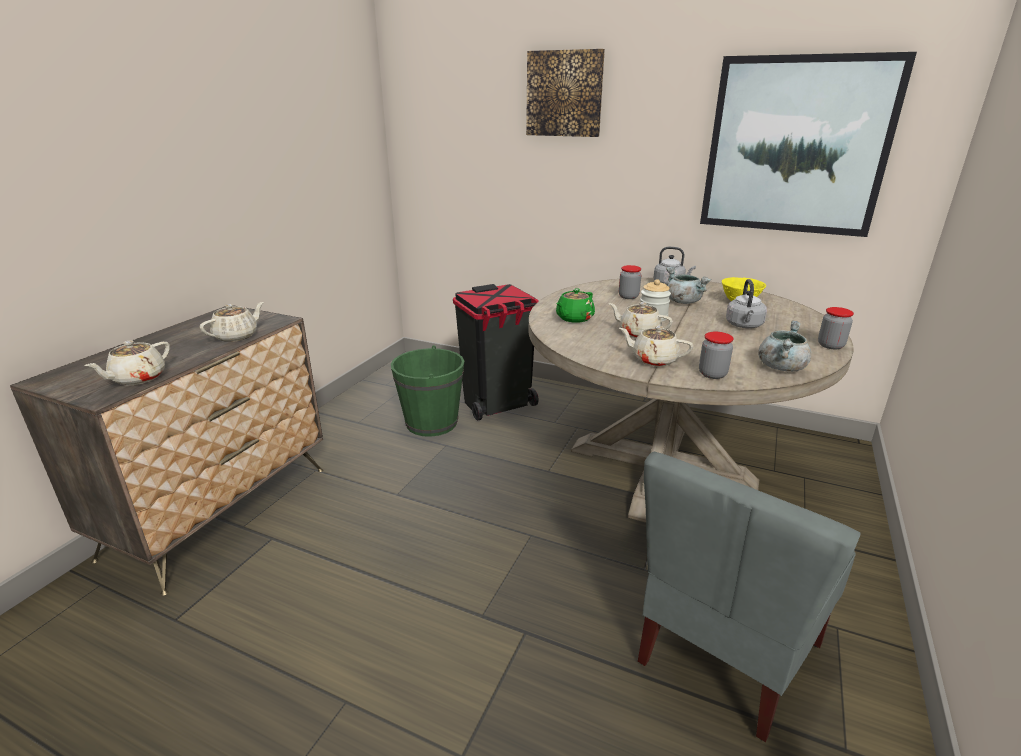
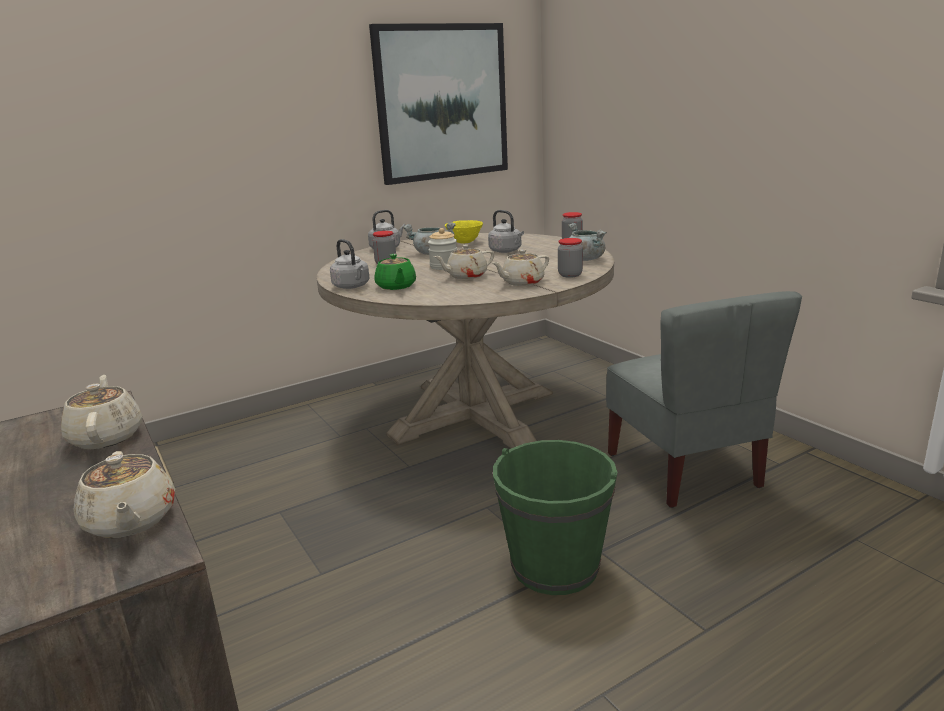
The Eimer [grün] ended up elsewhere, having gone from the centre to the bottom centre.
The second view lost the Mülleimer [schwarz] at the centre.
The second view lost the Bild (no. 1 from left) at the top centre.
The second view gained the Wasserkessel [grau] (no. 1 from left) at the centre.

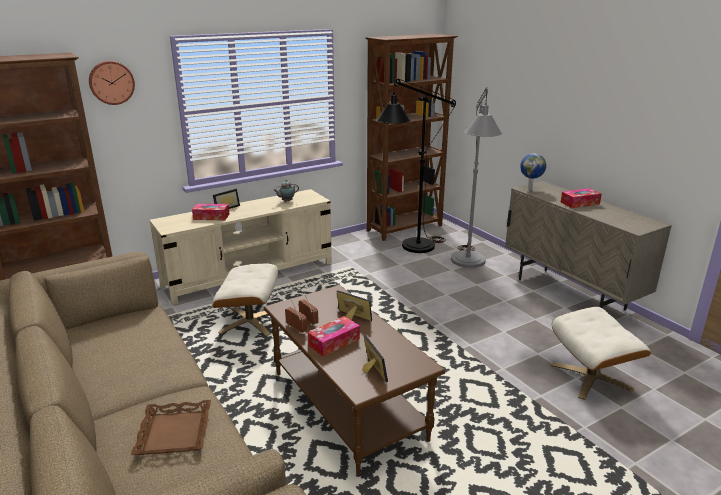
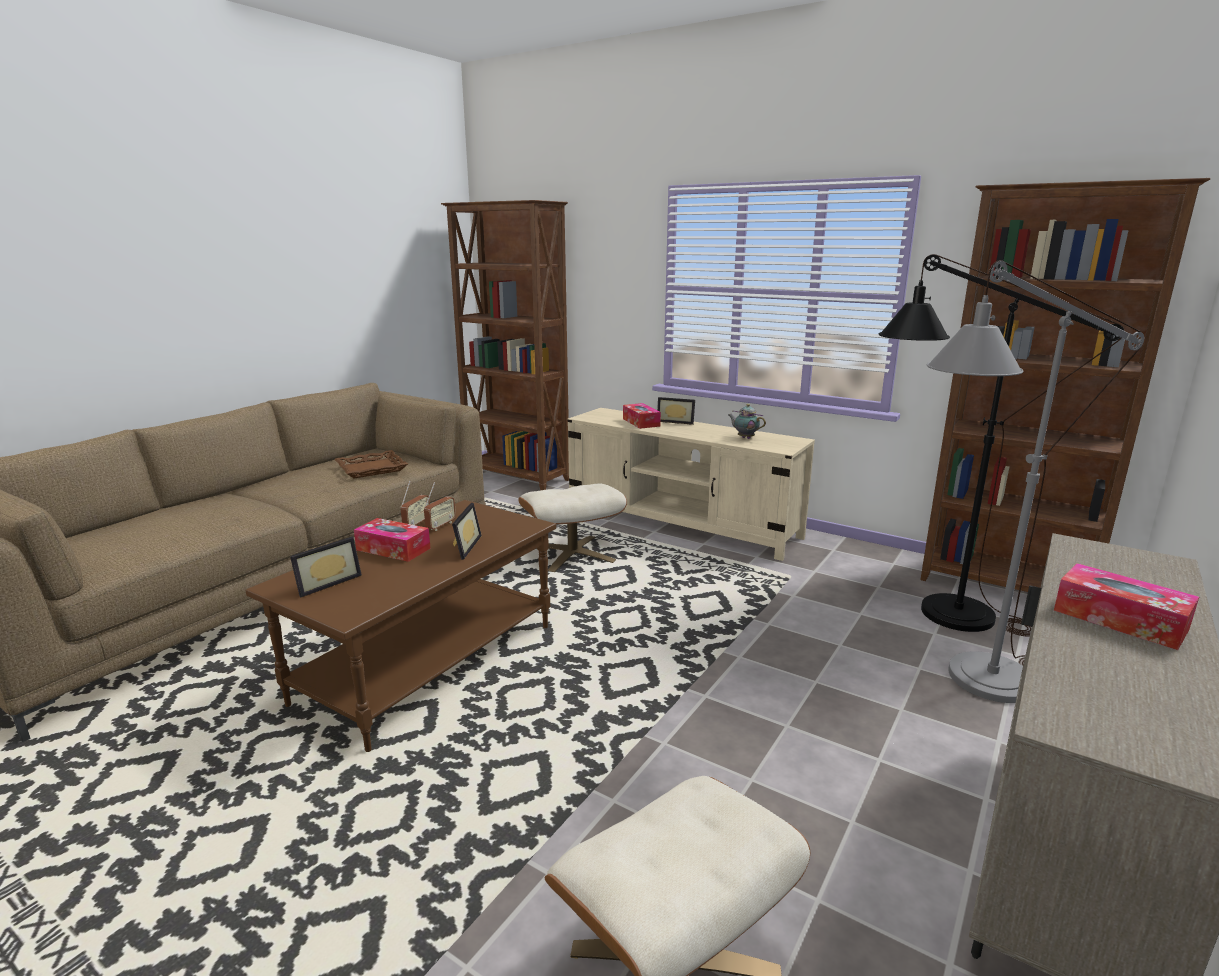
The second view lost the Wanduhr at the top left.
The Tablett [braun] ended up elsewhere, having gone from the bottom left to the middle left.
The second view lost the Globus at the middle right.

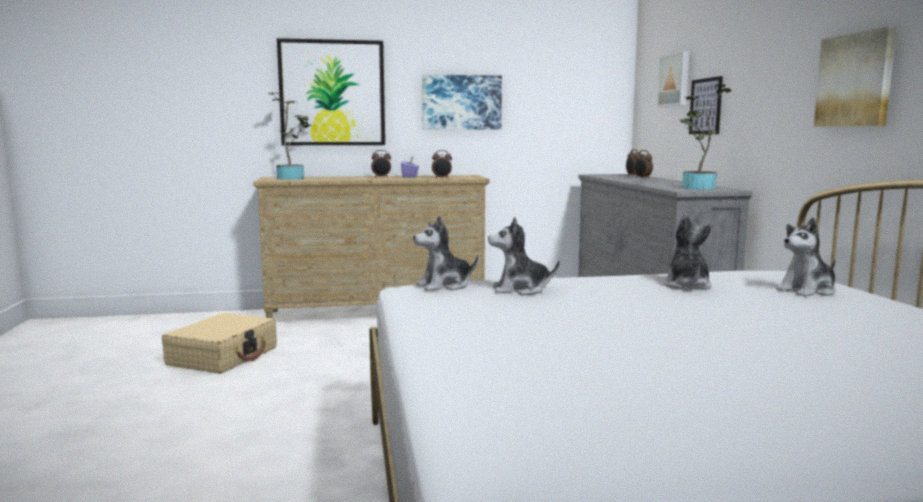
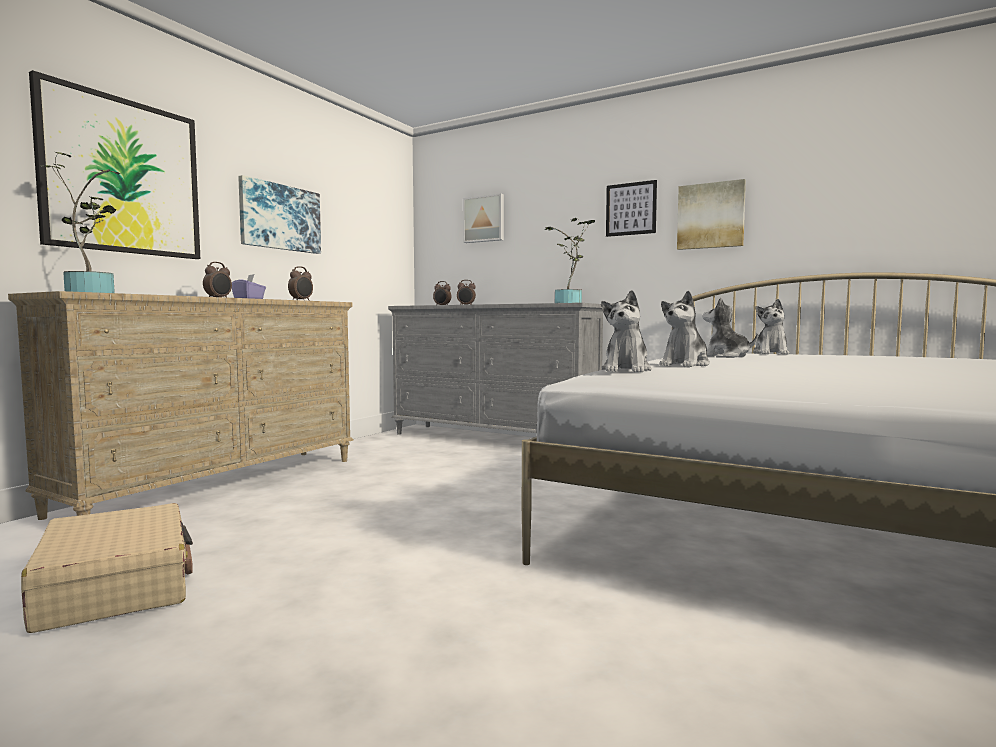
The Bild (no. 4 from left) ended up elsewhere, having gone from the top right to the top centre.

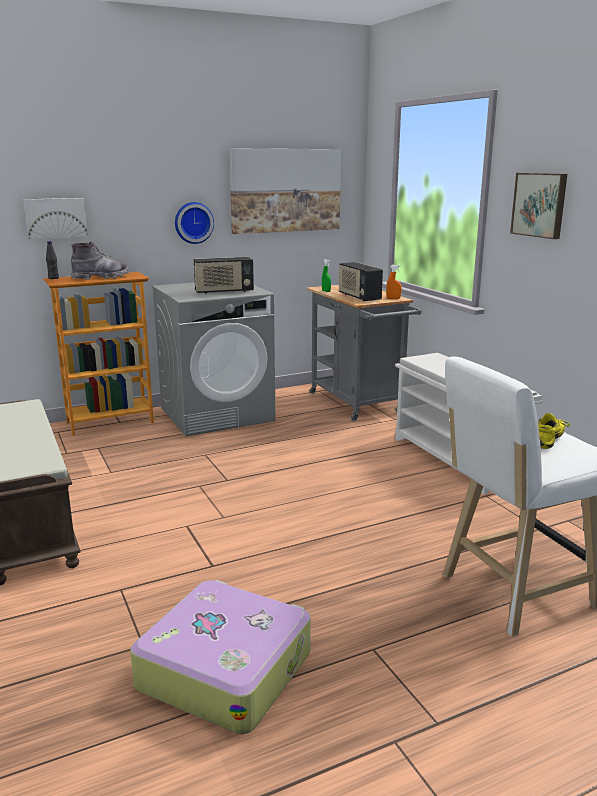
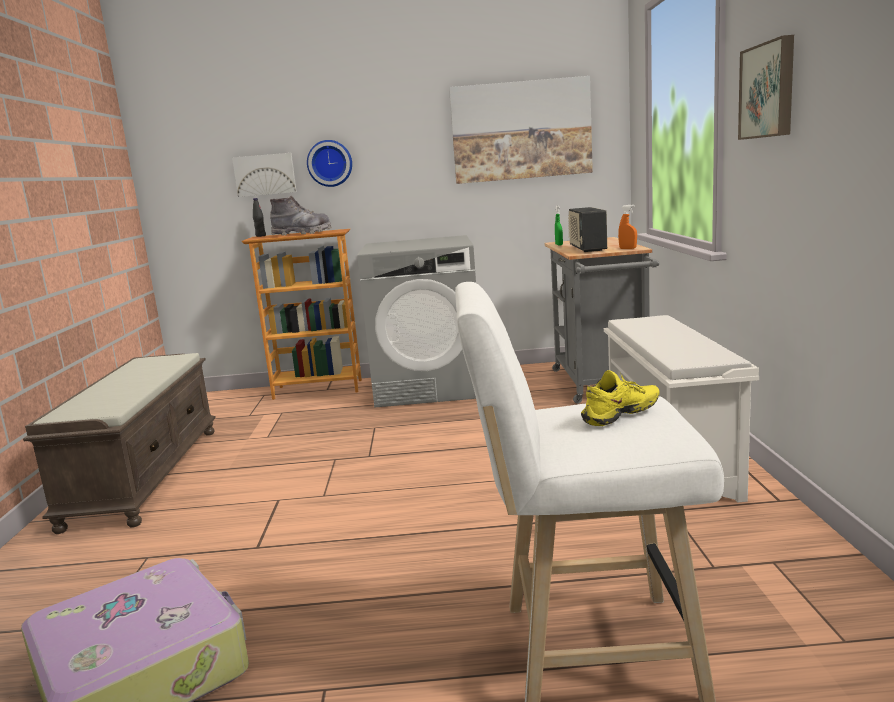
The Wanduhr ended up elsewhere, having gone from the top left to the top centre.
The second view lost the Radio (no. 1 from left) at the centre.

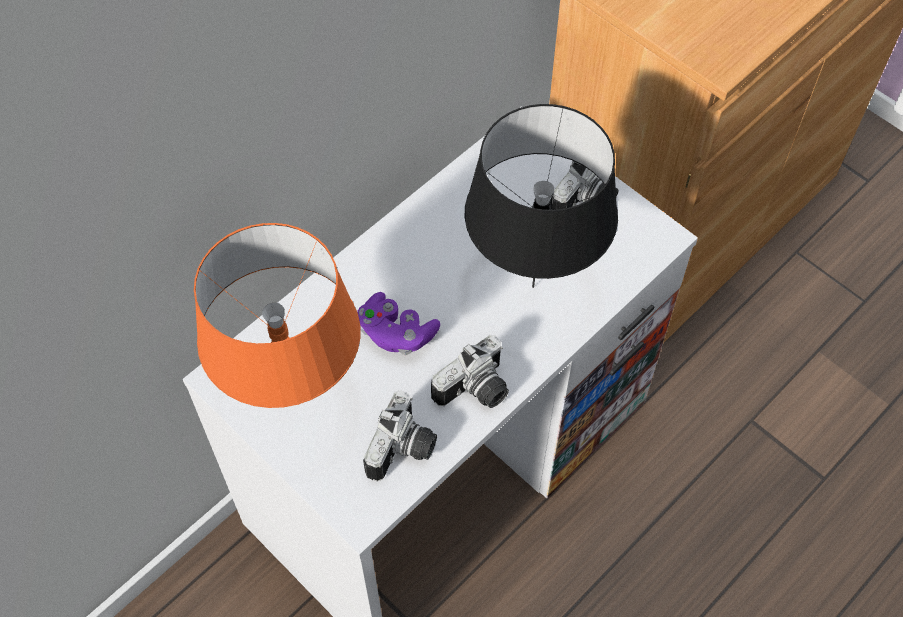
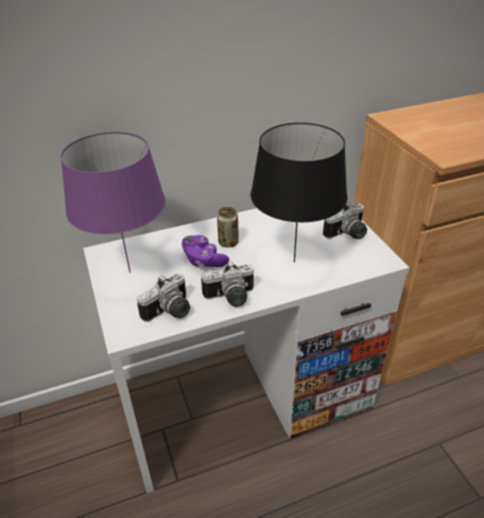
What was the Tischlampe [orange] at the middle left turned into the Tischlampe [lila] at the middle left.
The second view gained the Dose at the centre.

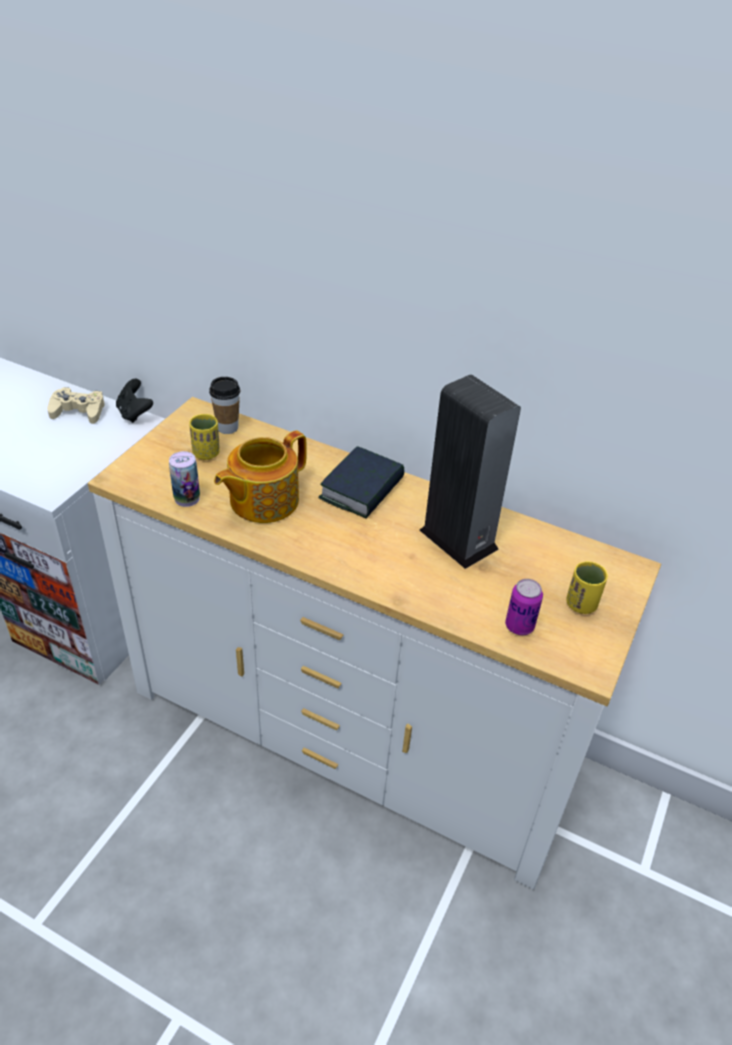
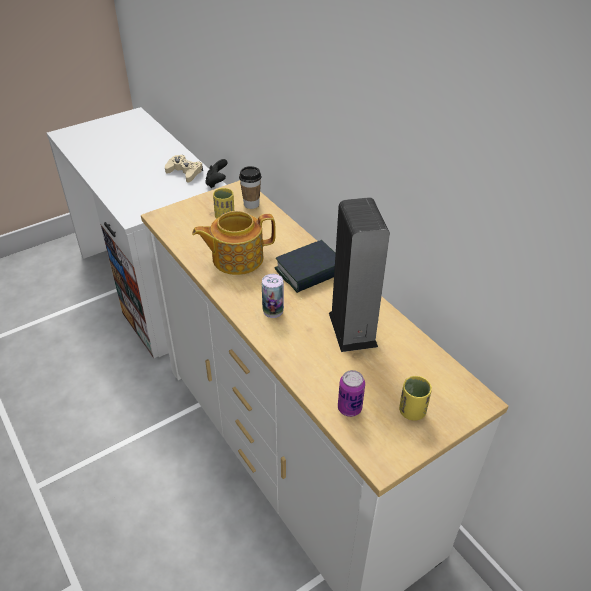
The Dose (no. 1 from left) ended up elsewhere, having gone from the middle left to the centre.

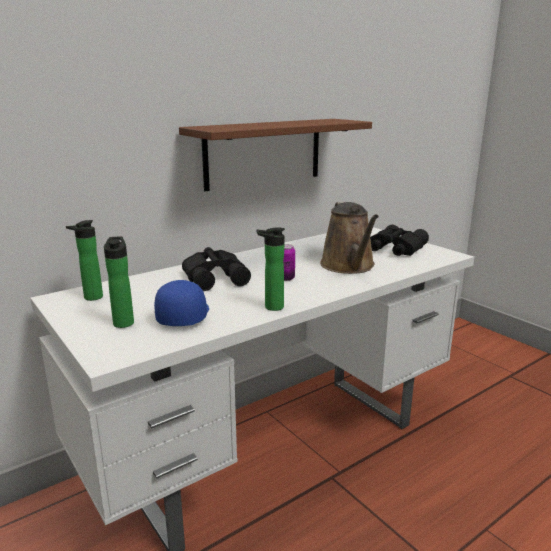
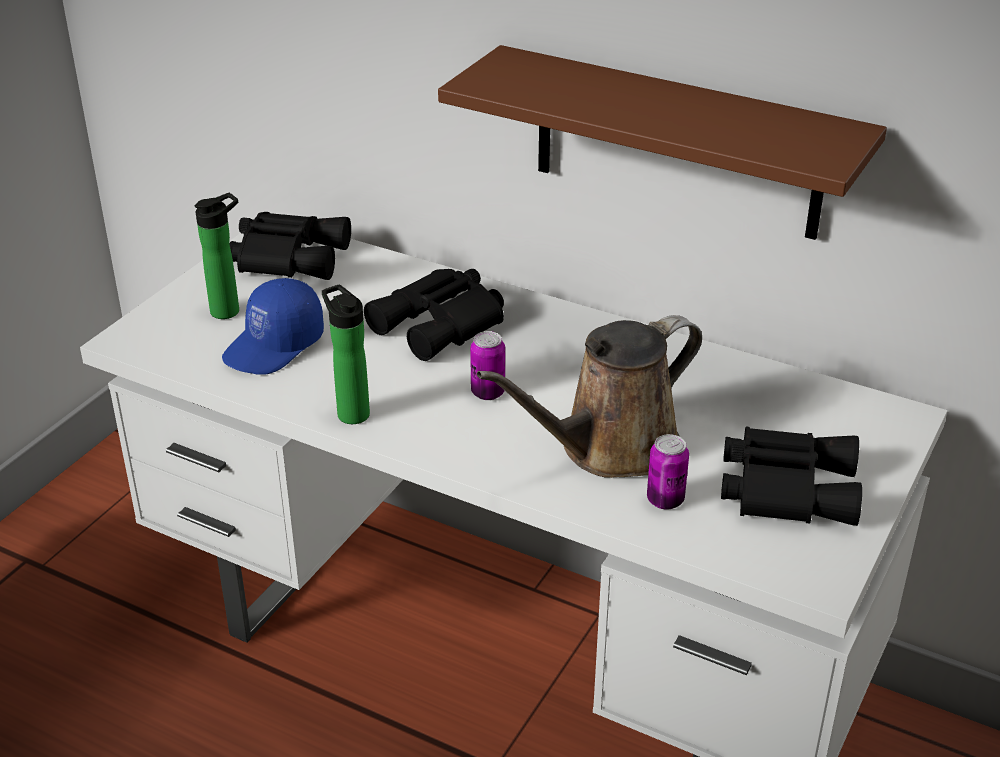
Where the Flasche (no. 1 from left) stood at the middle left, the Fernglas [schwarz] (no. 1 from left) came to stand at the top left.
The Kappe [blau] at the middle left ended up facing another way, 150 degrees clockwise from before.
The second view gained the Dose (no. 2 from left) at the middle right.

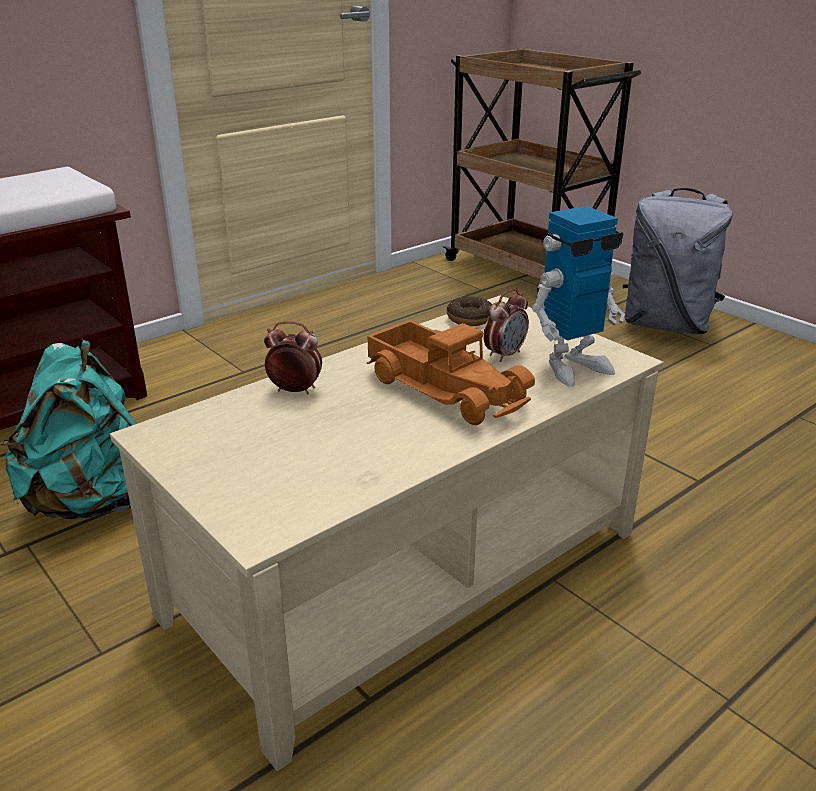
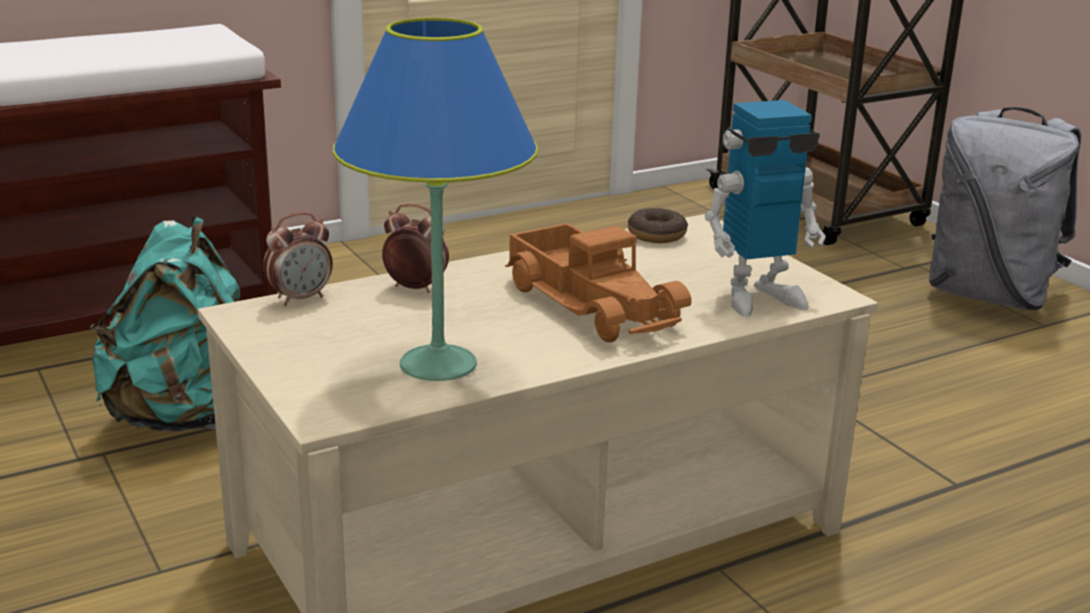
The Wecker (no. 2 from left in the first image) ended up elsewhere, having gone from the centre to the middle left.
The second view gained the Tischlampe [blau] at the top centre.

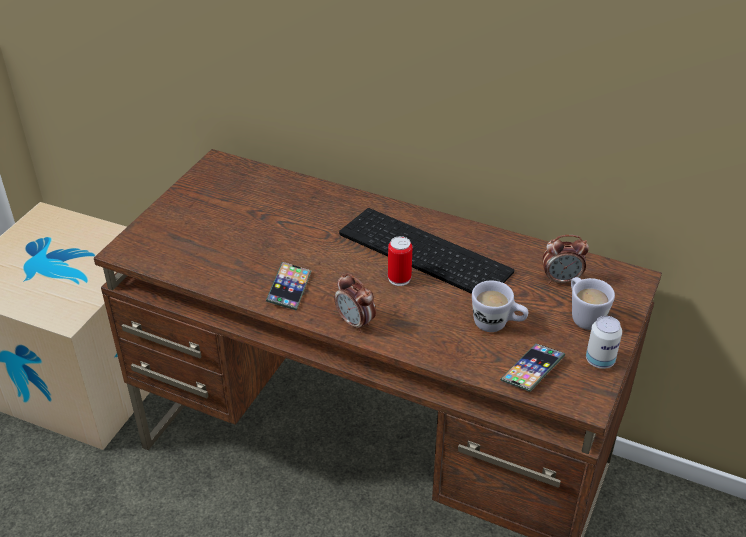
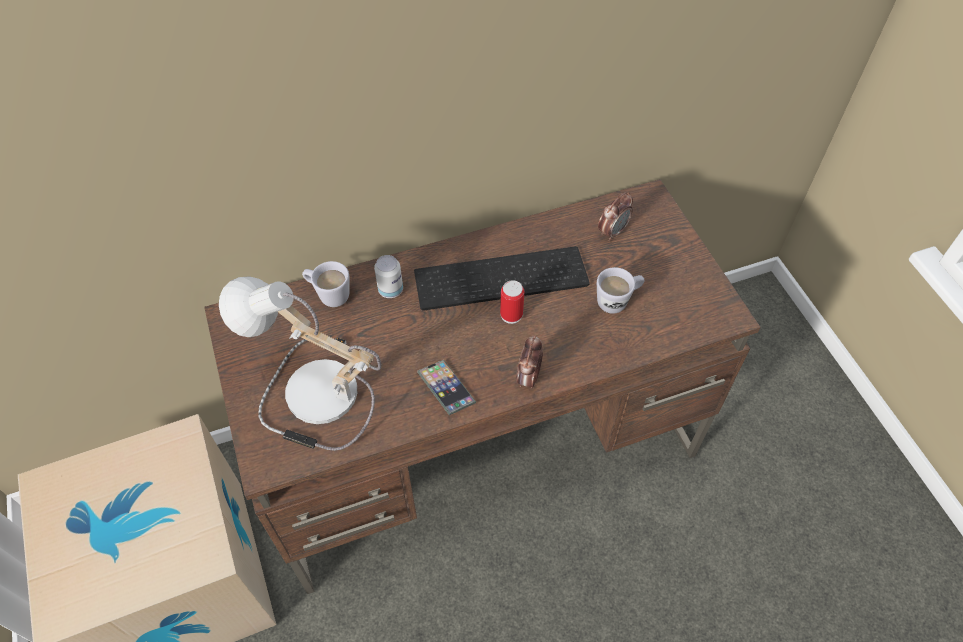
The Wecker (no. 1 from left) at the centre ended up facing another way, 105 degrees clockwise from before.
The second view lost the Handy (no. 2 from left) at the bottom right.
The Henkelbecher [weiß] (no. 2 from left in the first image) ended up elsewhere, having gone from the middle right to the centre.
The Dose (no. 2 from left in the first image) ended up elsewhere, having gone from the middle right to the centre.
The second view gained the Tischlampe at the middle left.

